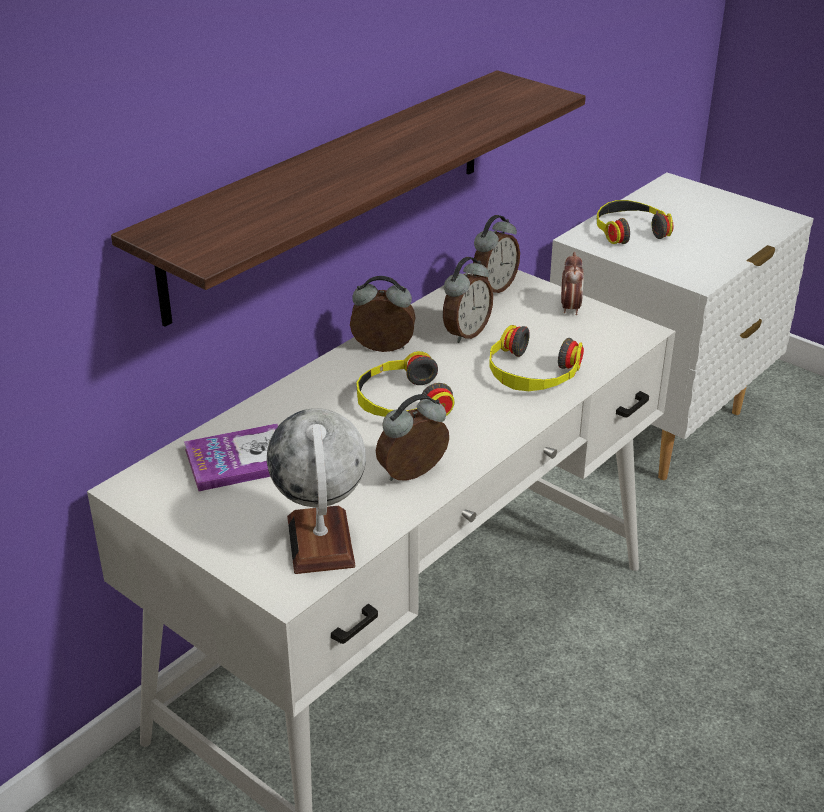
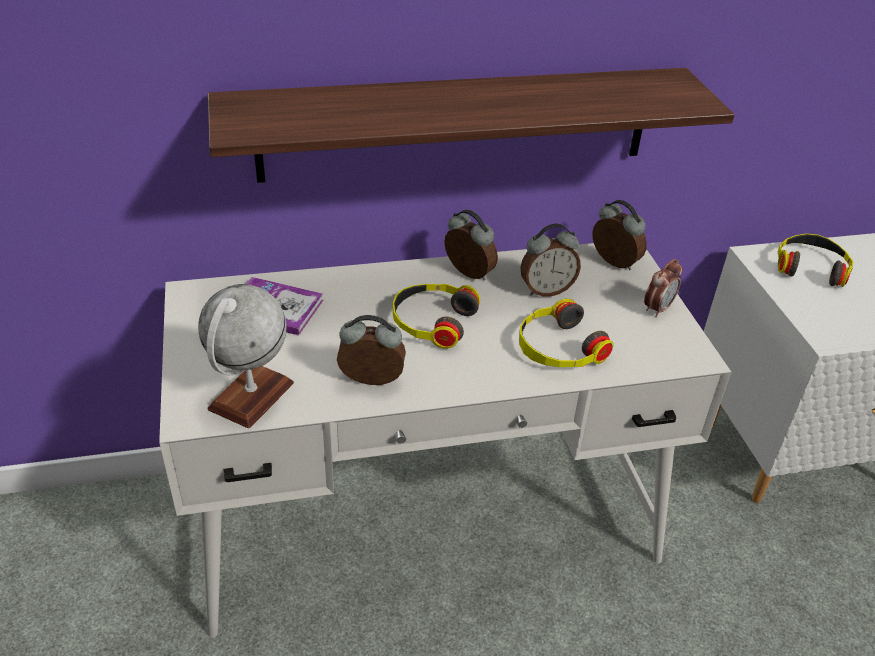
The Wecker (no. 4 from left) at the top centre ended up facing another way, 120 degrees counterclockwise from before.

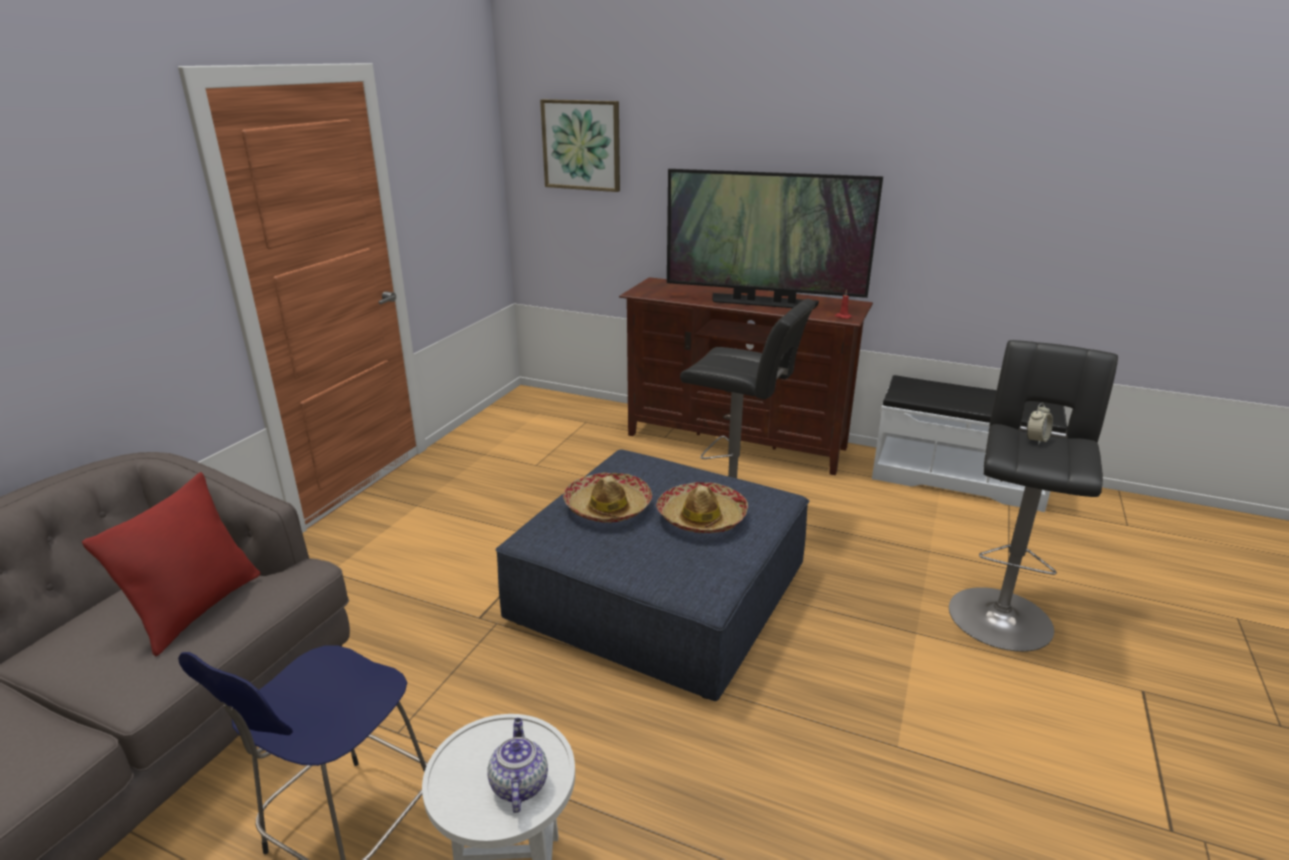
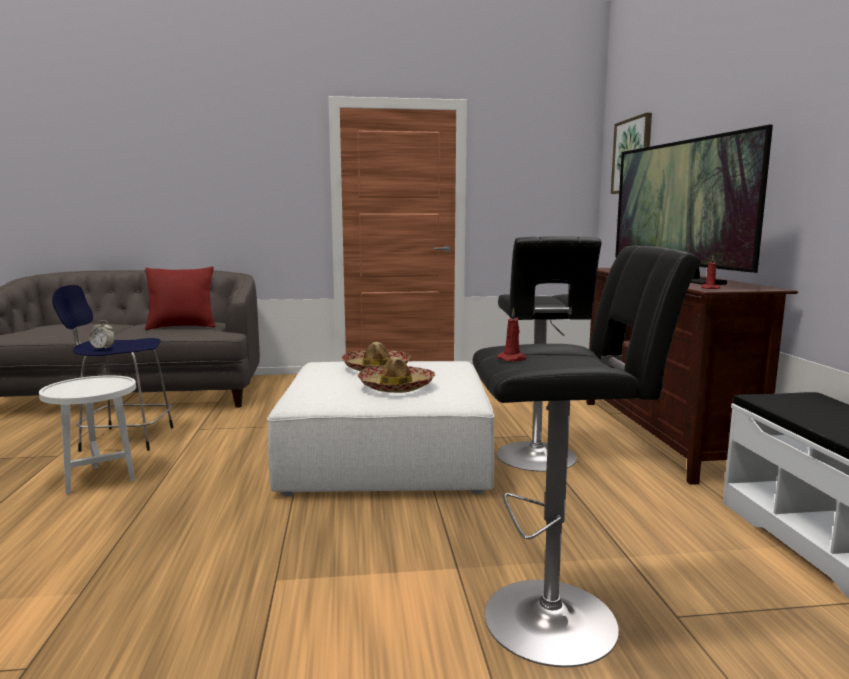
The second view lost the Teekanne at the bottom centre.
What was the Polsterhocker [blau] at the bottom centre turned into the Polsterhocker [weiß] at the centre.
The Wecker ended up elsewhere, having gone from the middle right to the middle left.
The second view gained the Kerze [rot] (no. 1 from left) at the centre.

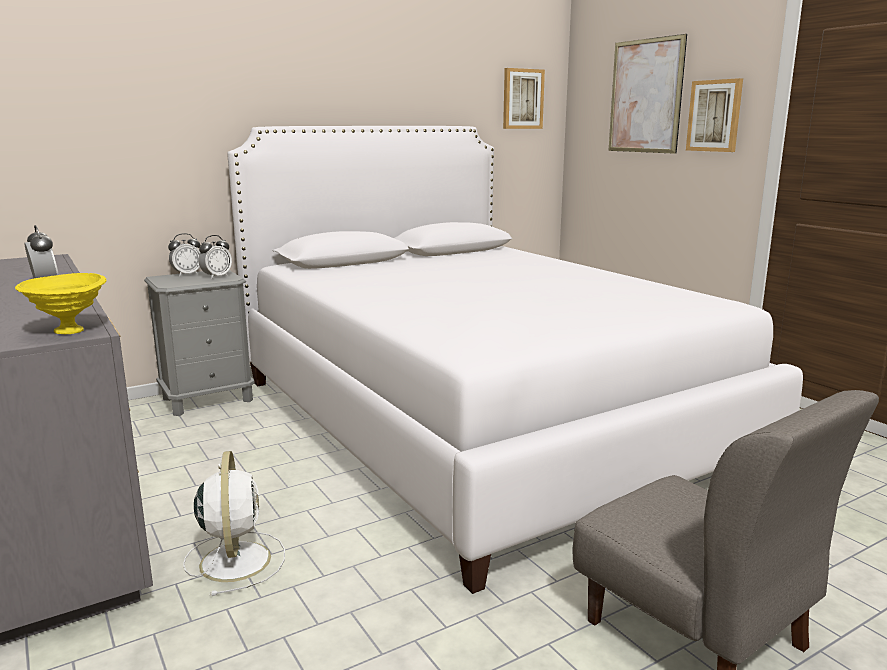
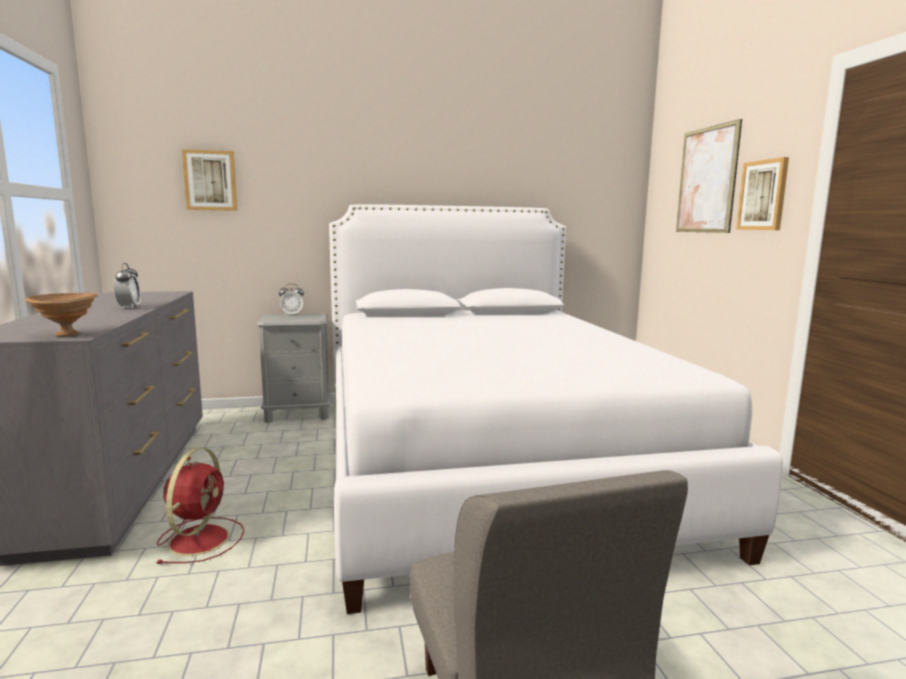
What was the Schüssel [gelb] at the middle left turned into the Schüssel [braun] at the middle left.
What was the Ventilator [weiß] at the bottom left turned into the Ventilator [rot] at the bottom left.
The second view lost the Wecker (no. 3 from left) at the middle left.
The Bild (no. 1 from left) ended up elsewhere, having gone from the top centre to the top left.

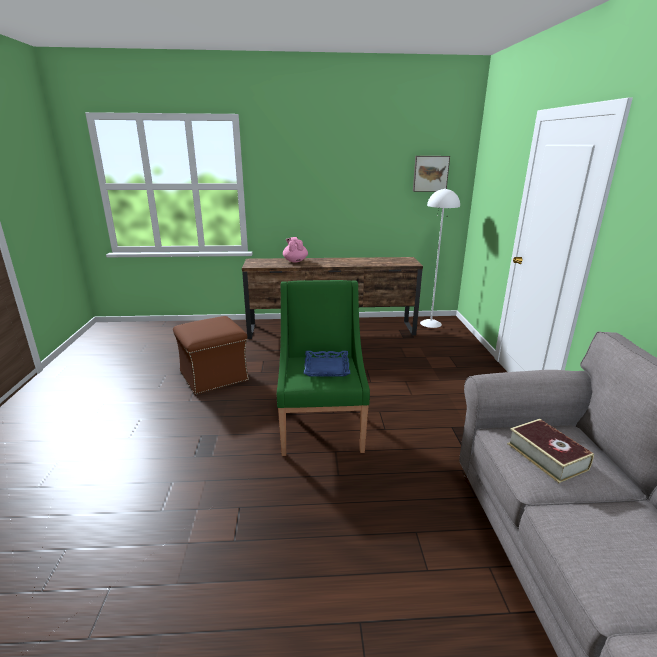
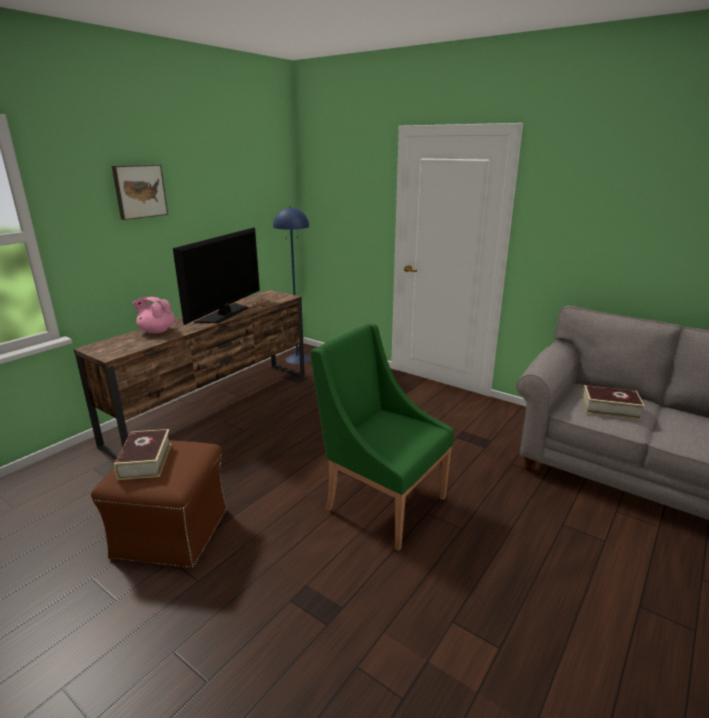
The second view lost the Tablett [blau] at the centre.
The Bild ended up elsewhere, having gone from the top centre to the top left.
What was the Stehlampe [weiß] at the middle right turned into the Stehlampe [blau] at the centre.
The second view gained the Buch (no. 1 from left) at the middle left.
The second view gained the Fernseher at the middle left.

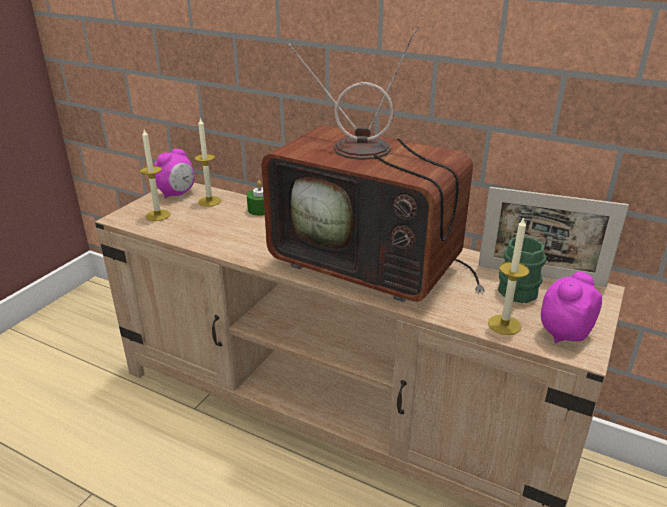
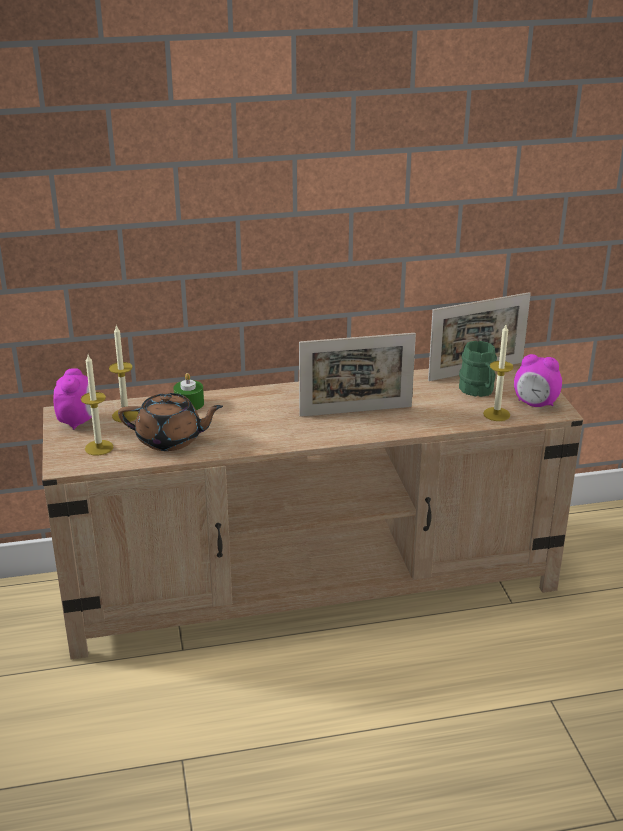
Where the Fernseher stood at the top centre, the Bilderrahmen (no. 1 from left) came to stand at the centre.
The Wecker (no. 2 from left) at the middle right ended up facing another way, 75 degrees counterclockwise from before.
The second view gained the Teekanne [braun] at the middle left.

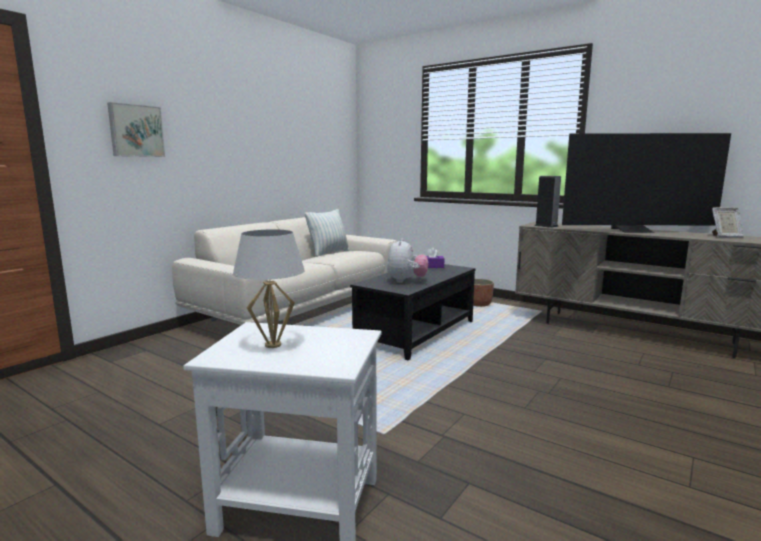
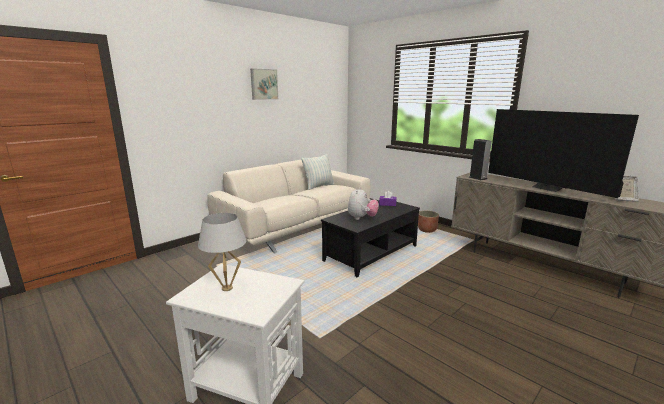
The Bild ended up elsewhere, having gone from the top left to the top centre.
The Fernseher at the middle right ended up facing another way, 45 degrees clockwise from before.

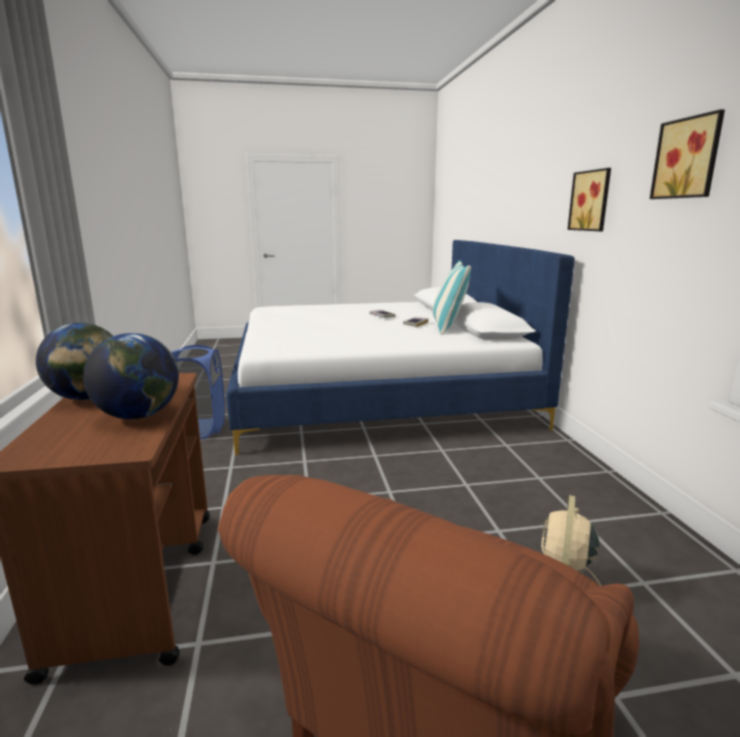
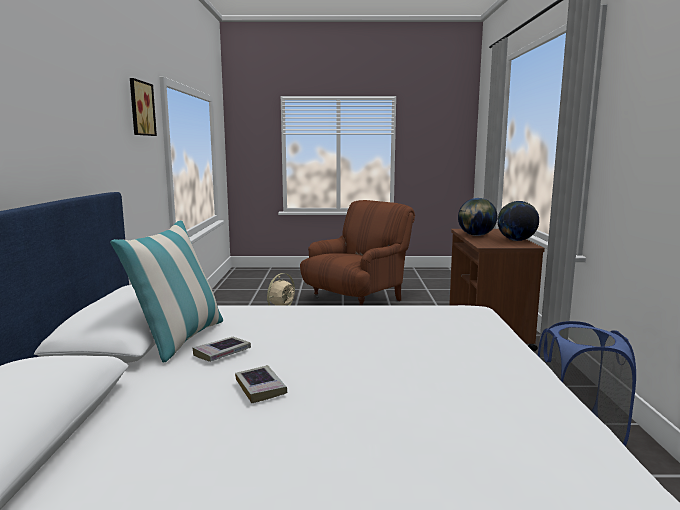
The second view lost the Bild (no. 1 from left) at the top right.

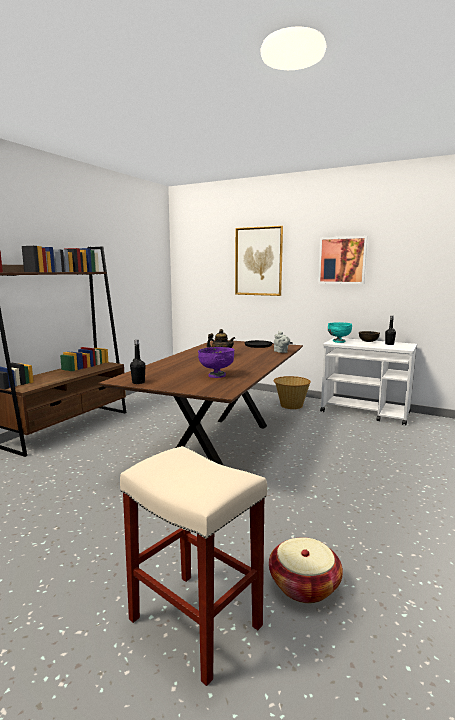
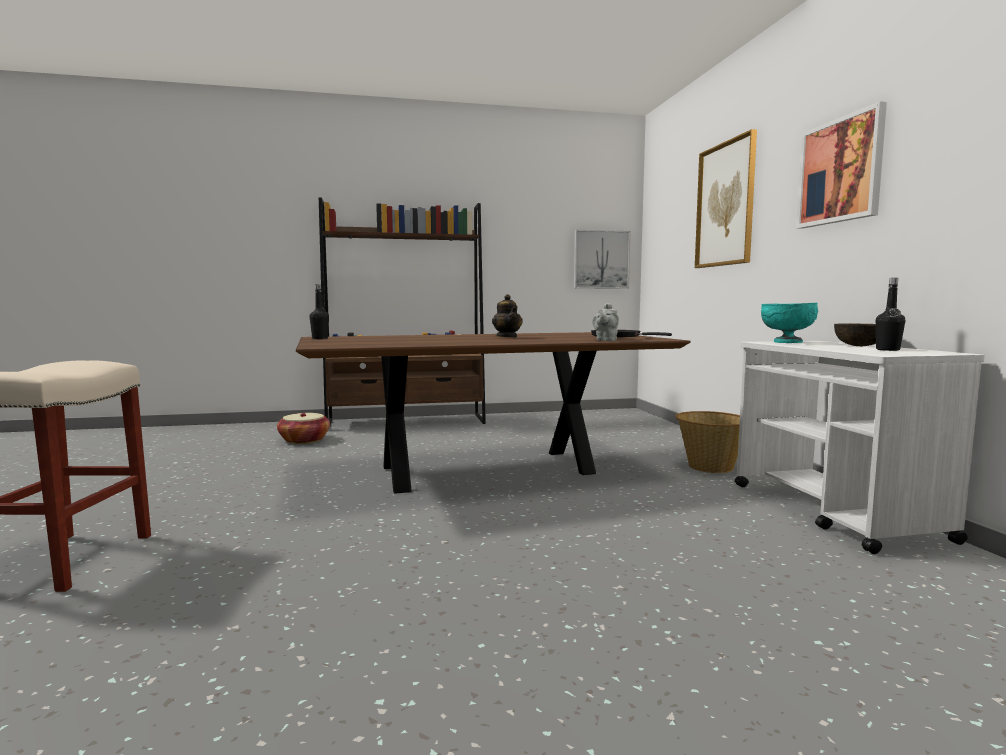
The second view lost the Schüssel [lila] at the centre.
The Korb (no. 2 from left in the first image) ended up elsewhere, having gone from the bottom right to the middle left.
The second view gained the Bild (no. 1 from left) at the centre.

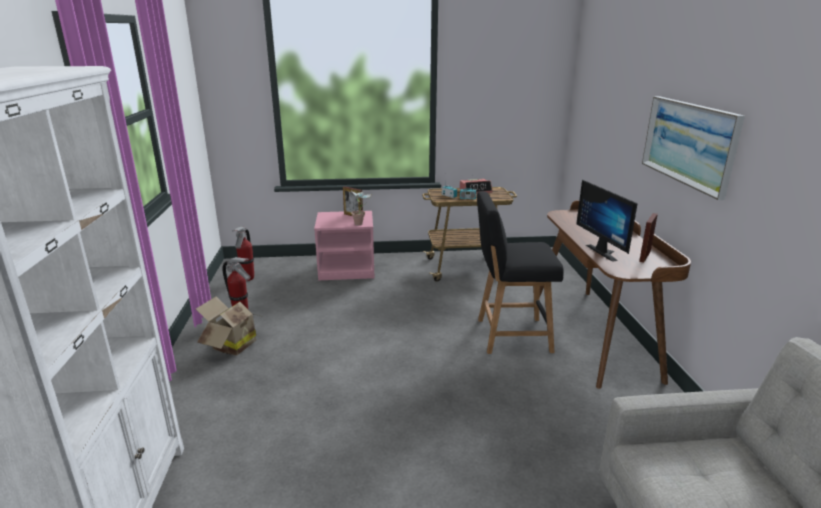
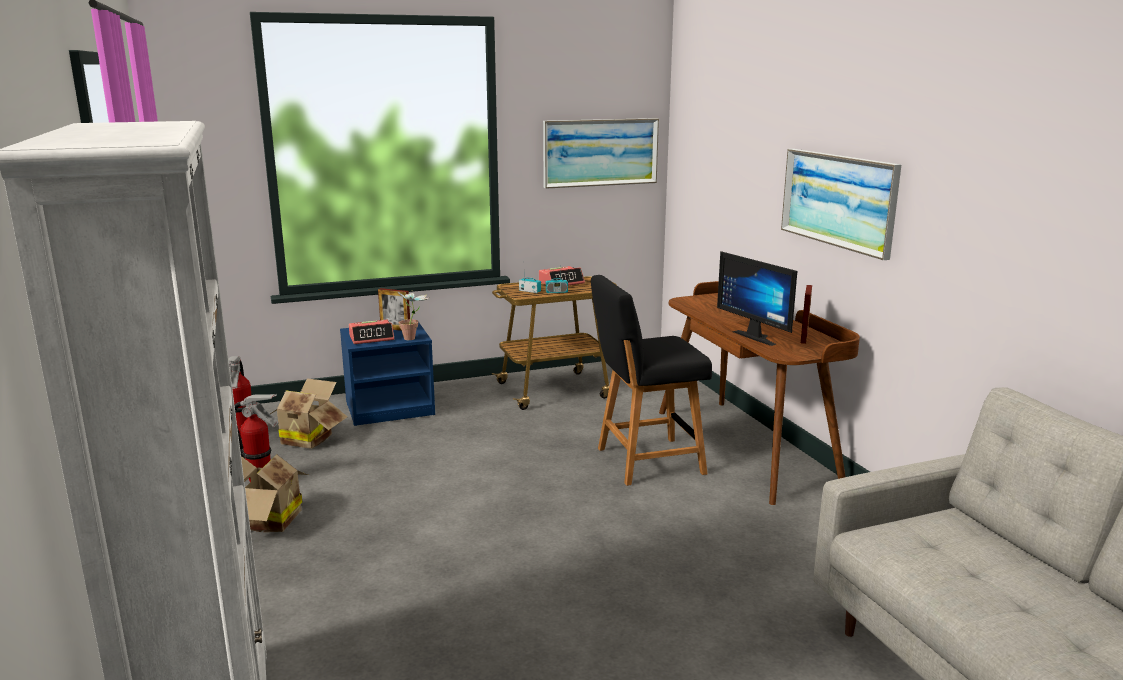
What was the Nachttisch [rosa] at the centre turned into the Nachttisch [blau] at the centre.
The second view gained the Karton (no. 2 from left) at the middle left.
The second view gained the Wecker (no. 1 from left) at the middle left.
The second view gained the Bild (no. 1 from left) at the top centre.

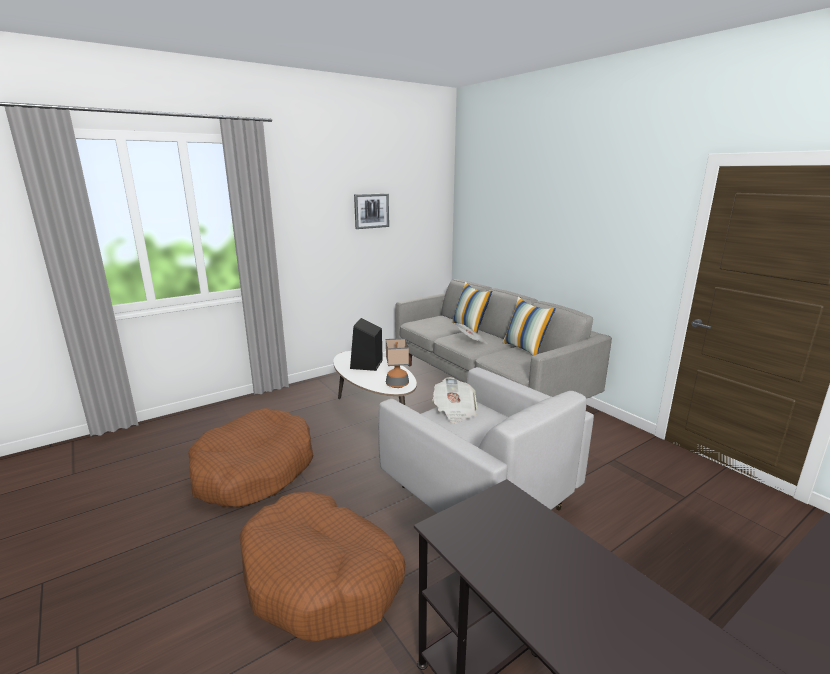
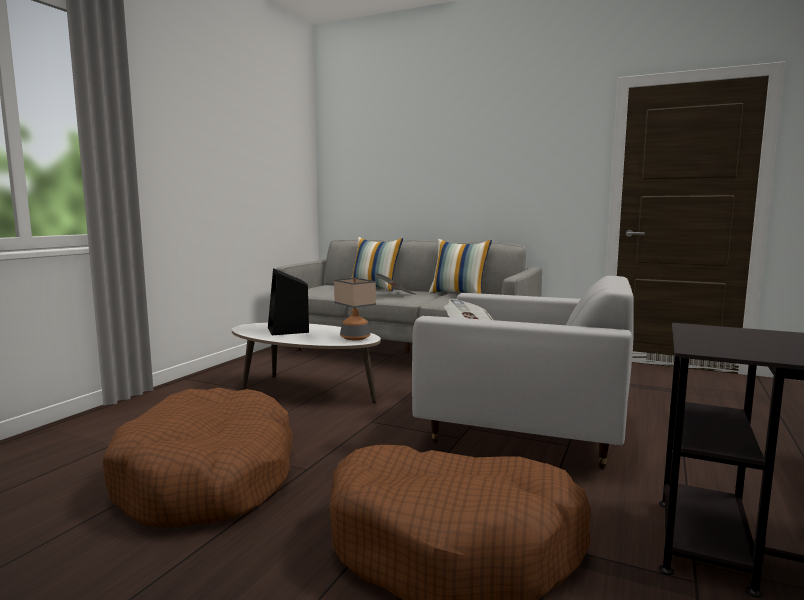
The second view lost the Bild at the top centre.

